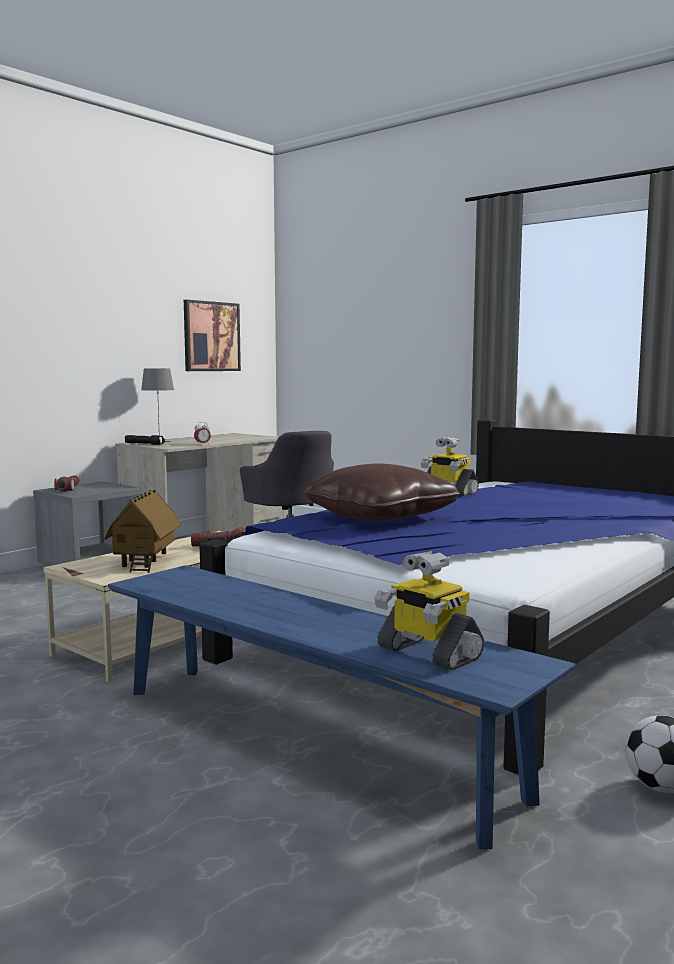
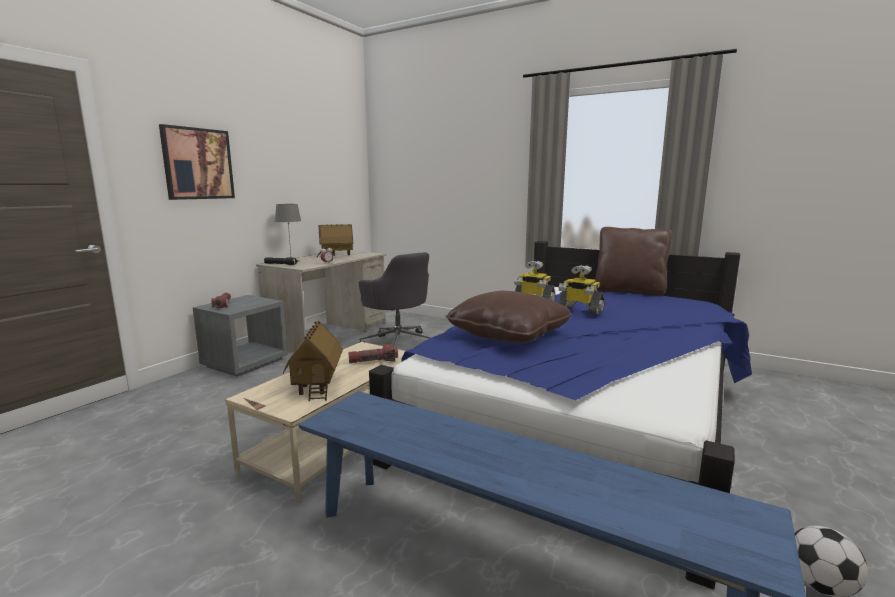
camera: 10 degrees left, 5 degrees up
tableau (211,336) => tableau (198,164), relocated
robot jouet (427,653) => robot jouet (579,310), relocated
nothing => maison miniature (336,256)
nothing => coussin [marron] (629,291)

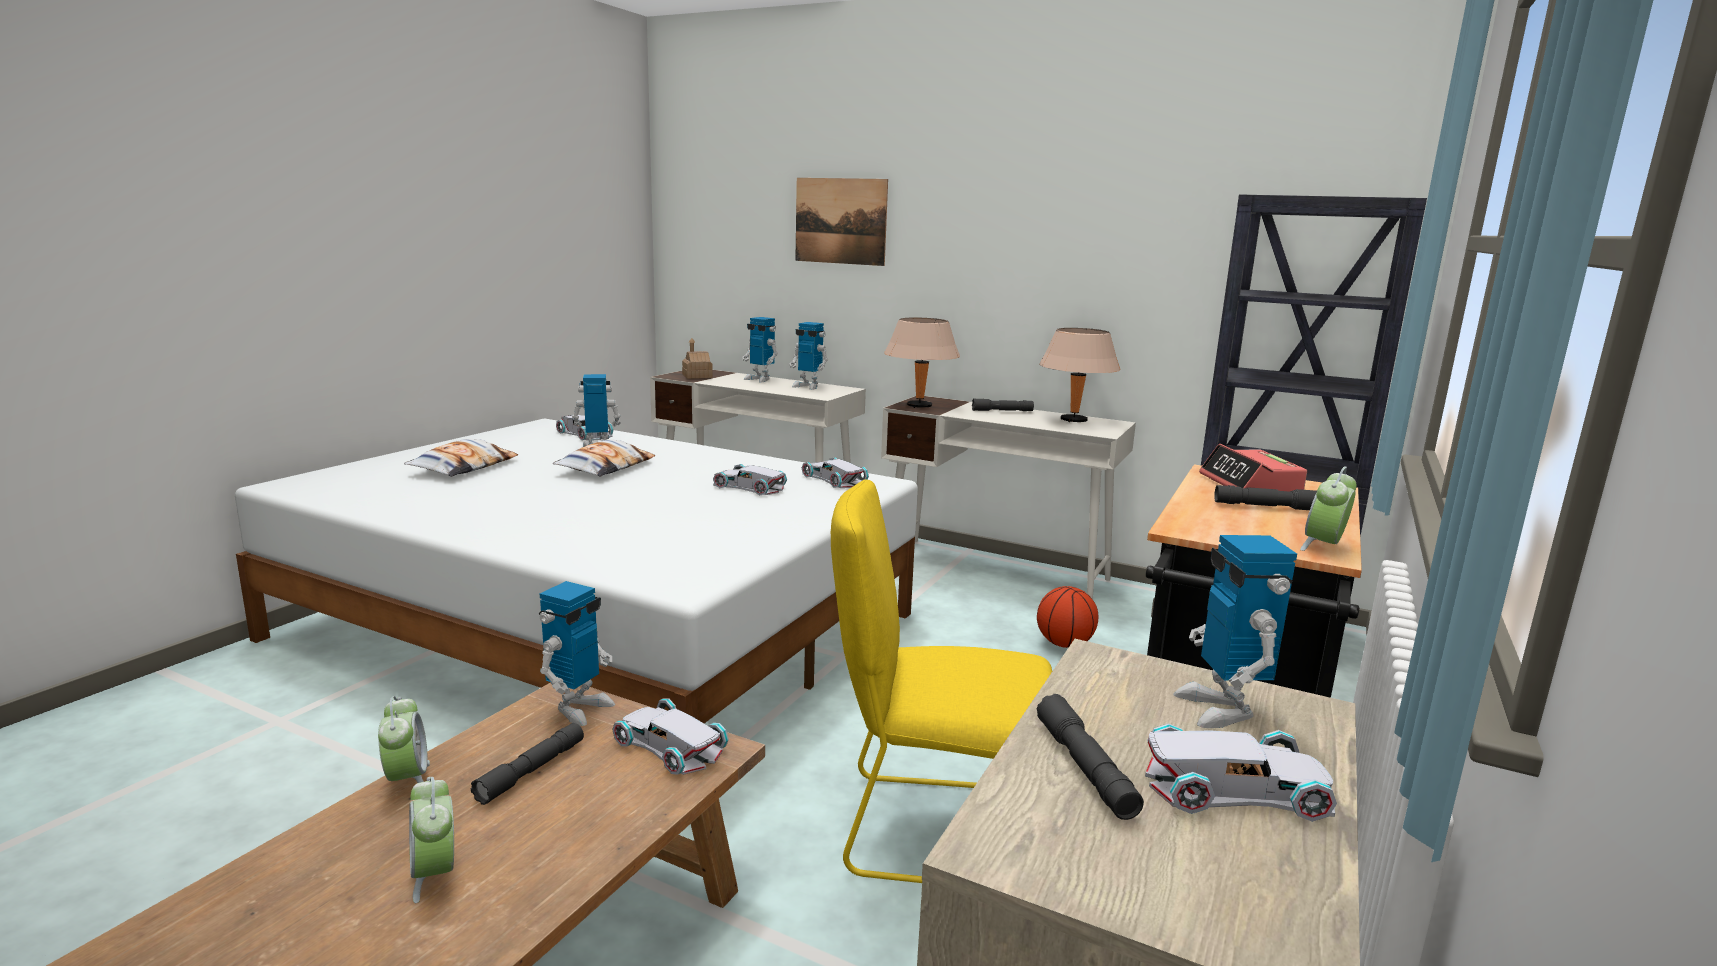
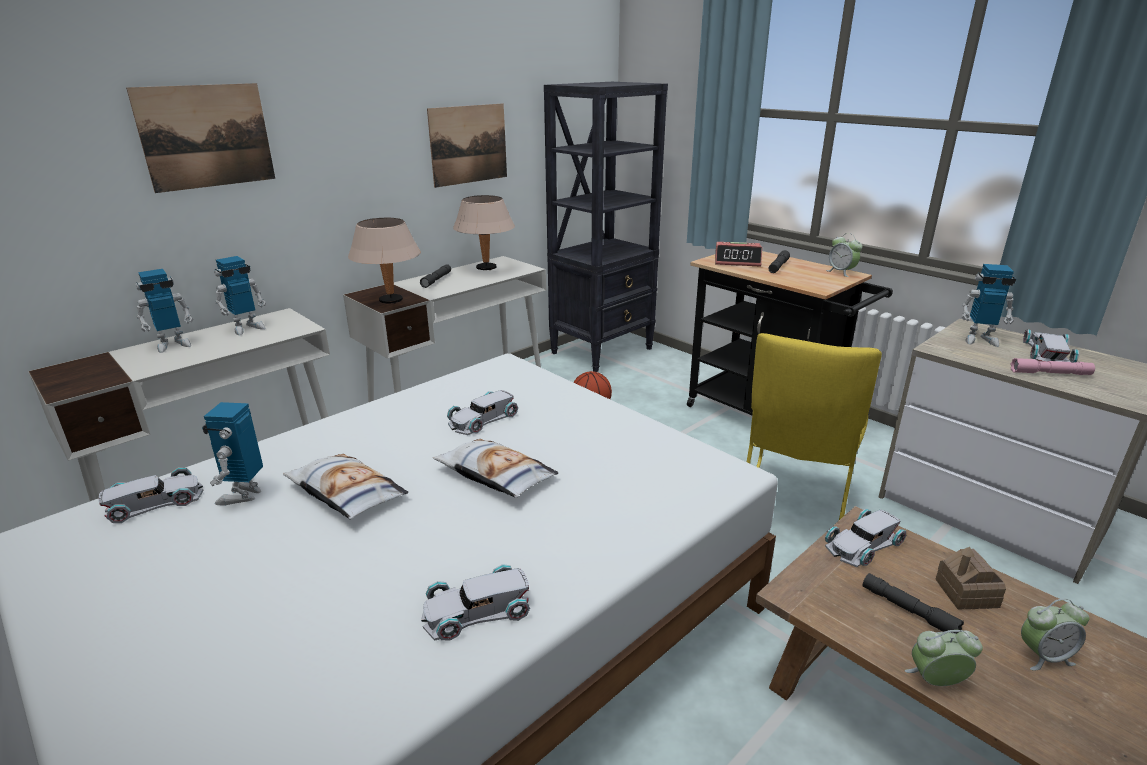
camera: 70 degrees left, 10 degrees up
maison miniature (697,376) => maison miniature (966,593), relocated
coussin (464,467) => coussin (495,475), relocated
petite voiture [blanc] (834,479) => petite voiture [blanc] (476,609), relocated
robot jouet (579,708) => nothing
lampe de poche [gris] (1085,768) => lampe de poche [rose] (1050,373)
nothing => tableau (468,144)

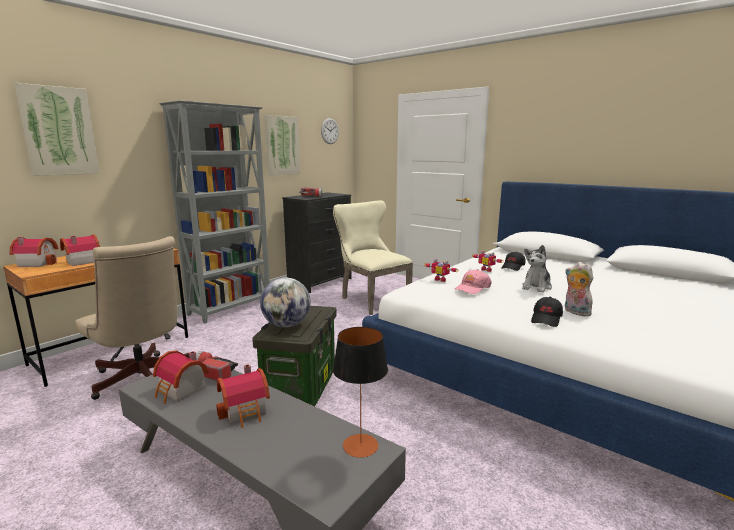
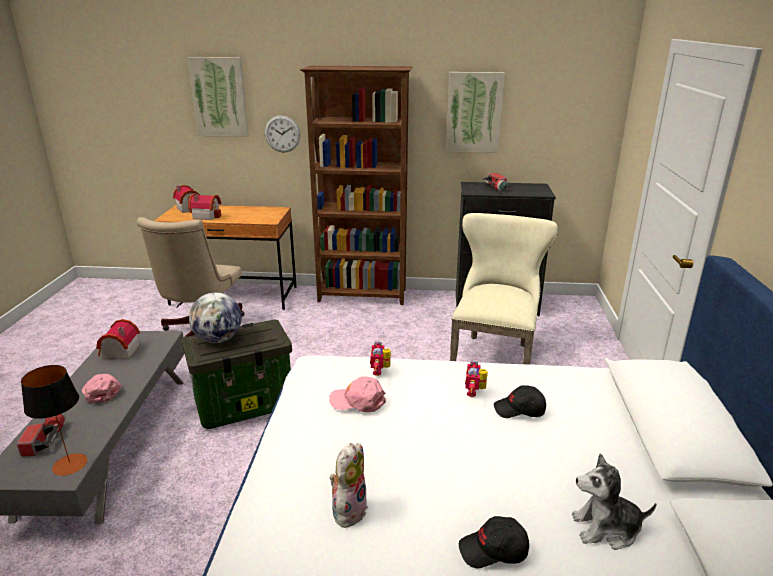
camera: 55 degrees right, 10 degrees up
bibliothèque [gris] (231,308) => bibliothèque [marron] (363,296)
horloge murale (329,131) => horloge murale (282,134), relocated
peluche (536,287) => peluche (606,529), relocated
casquette [noir] (546,319) => casquette [noir] (493,551), relocated
lampe de poche (213,372) => lampe de poche (45,439), relocated
maison miniature (246,411) => casquette [rose] (101,391)

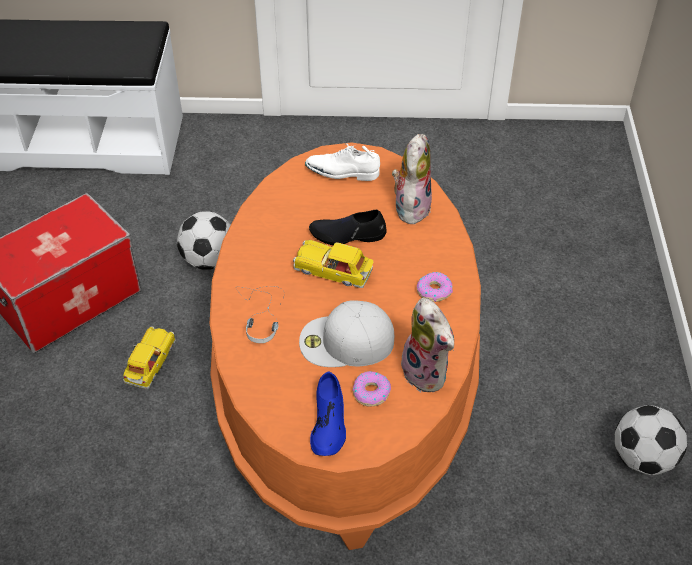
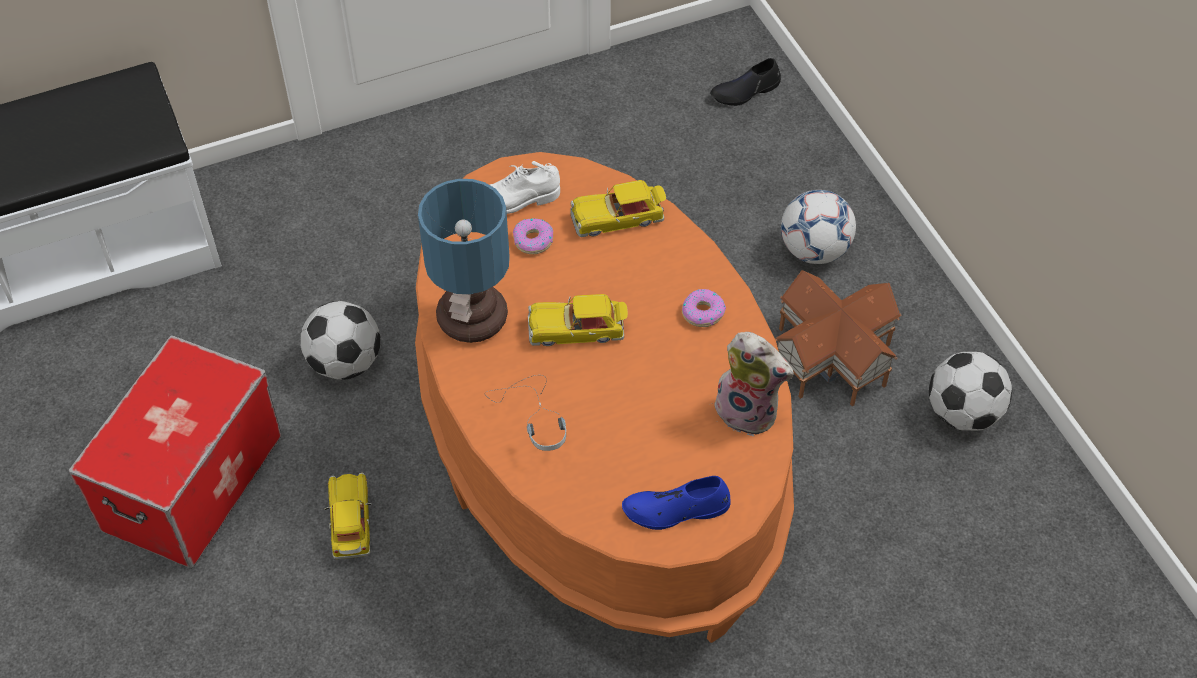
camera: 25 degrees left, 5 degrees up
peluche (410,207) => petite voiture (618,218)
chaussure [noir] (347,234) => chaussure [noir] (745,91), relocated
casquette [blanc] (345,342) => nothing
beignet (371,392) => beignet (533,240), relocated
chaussure [bleu] (328,422) => chaussure [bleu] (676,509), 105 degrees clockwise
nothing => lampe de table (472,316)
nothing => ballon de foot (814,251)
nothing => maison miniature (834,358)

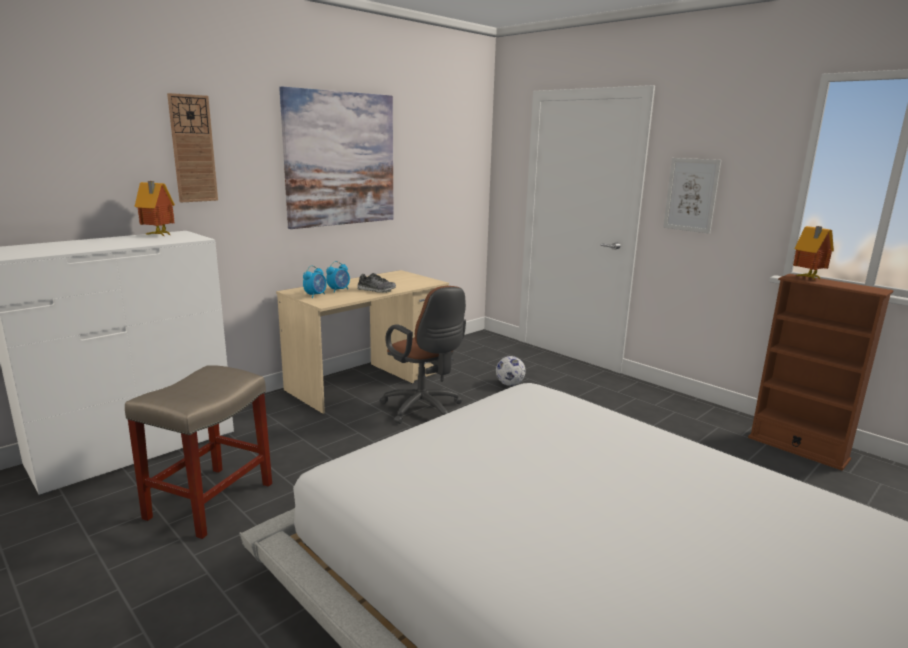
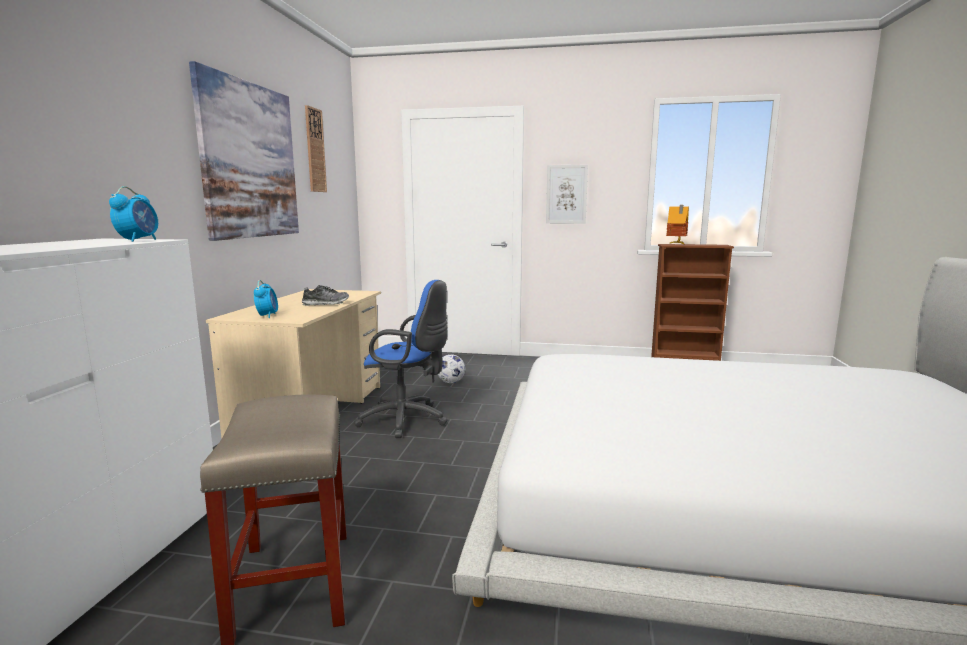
camera: 35 degrees left, 5 degrees down
horloge murale (193,149) => horloge murale (315,150), relocated
maison miniature (158,235) => nothing
réveil (339,290) => réveil (138,240), relocated
chaise de bureau [marron] (424,410) => chaise de bureau [bleu] (407,420)

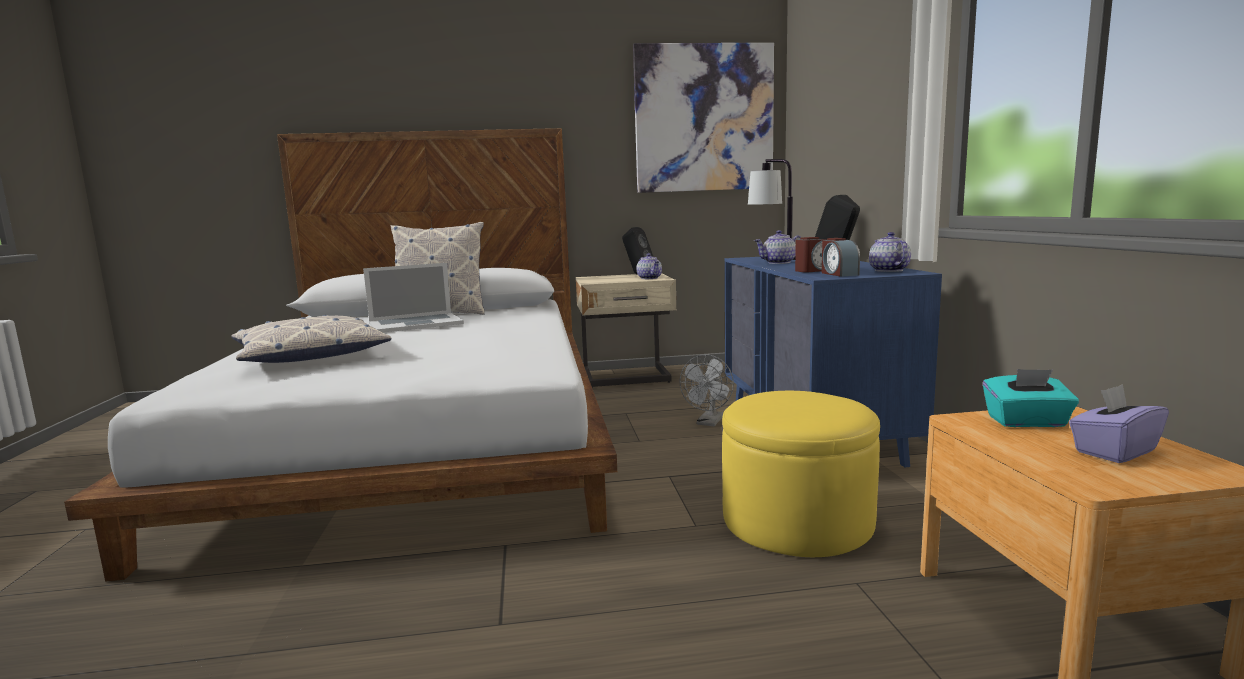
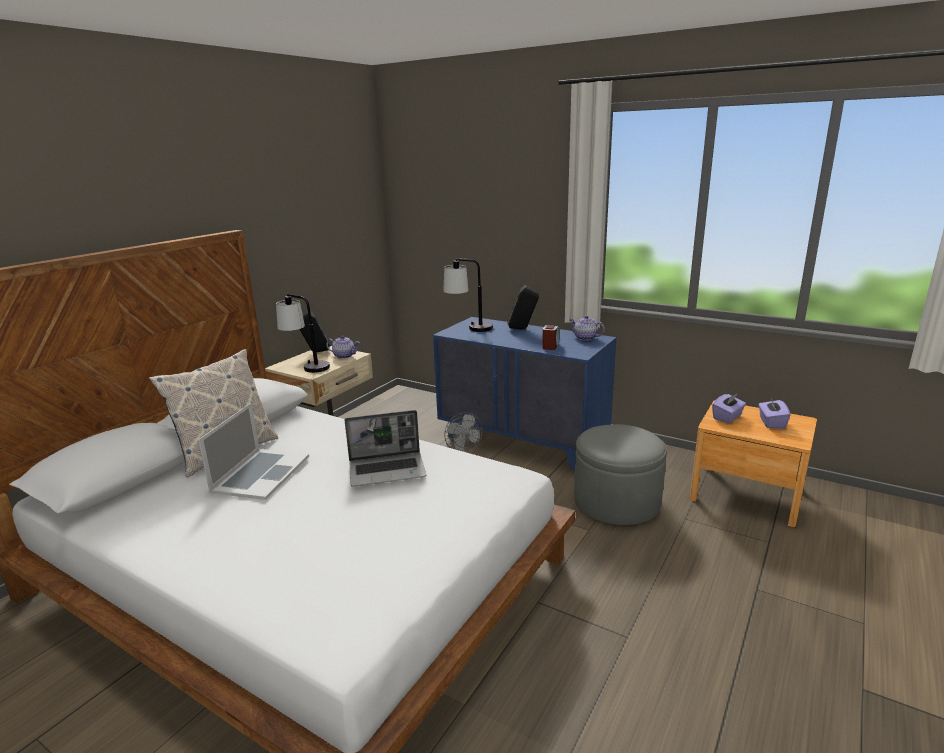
camera: 50 degrees left, 10 degrees up
tableau (704,118) => nothing
théière (779,262) => nothing
réveil (838,274) => nothing
coussin (310,355) => nothing
boîte à mouchoirs [turquoise] (1026,422) => boîte à mouchoirs [violet] (727,417)
pouf [jaune] (797,521) => pouf [gris] (617,501)
nothing => lampe de table (306,367)
nothing => ordinateur portable (388,470)

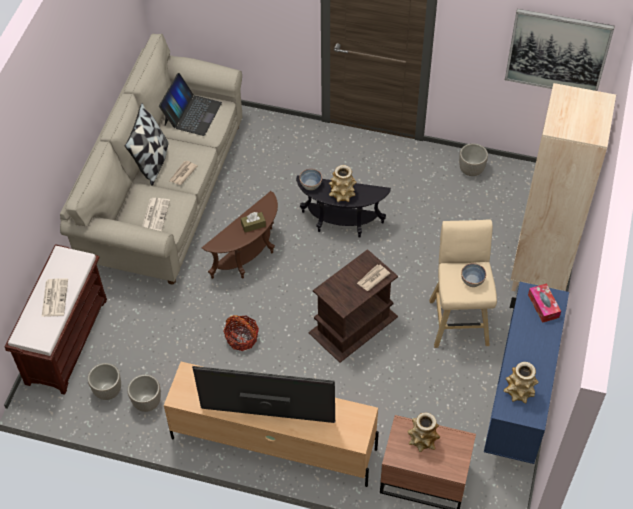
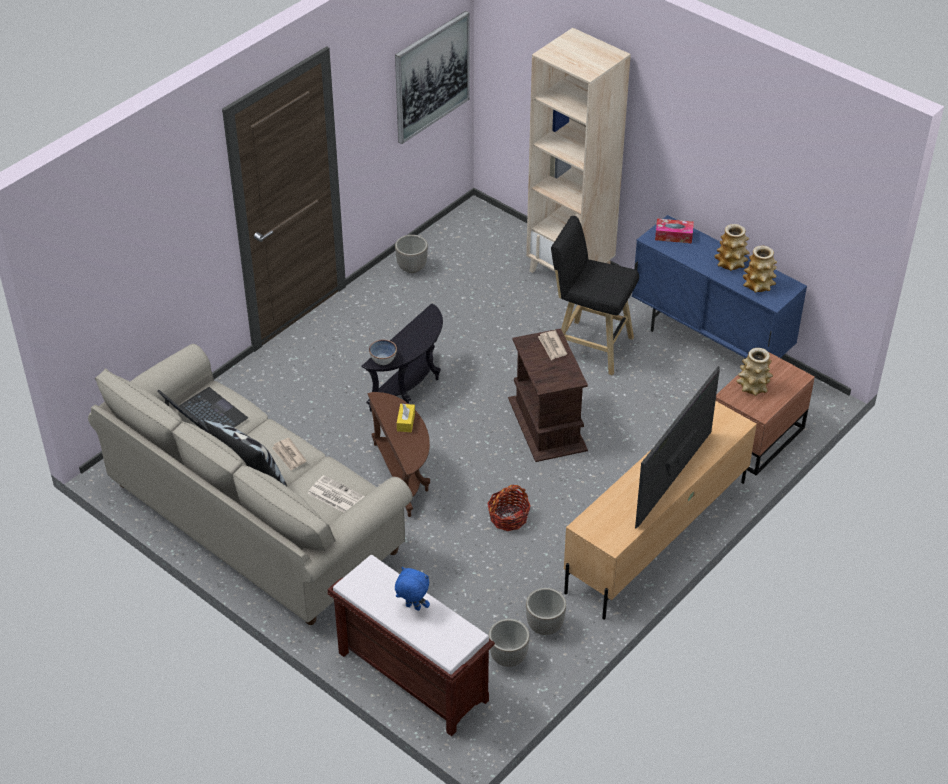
camera: 65 degrees left, 10 degrees down
vase (342,194) => vase (731,263), relocated
boîte à mouchoirs [marron] (253,225) => boîte à mouchoirs [jaune] (406,422)
tabouret [beige] (458,319) => tabouret [noir] (589,346)
bol (472,281) => nothing
journal (54,297) => peluche [bleu] (412,607)

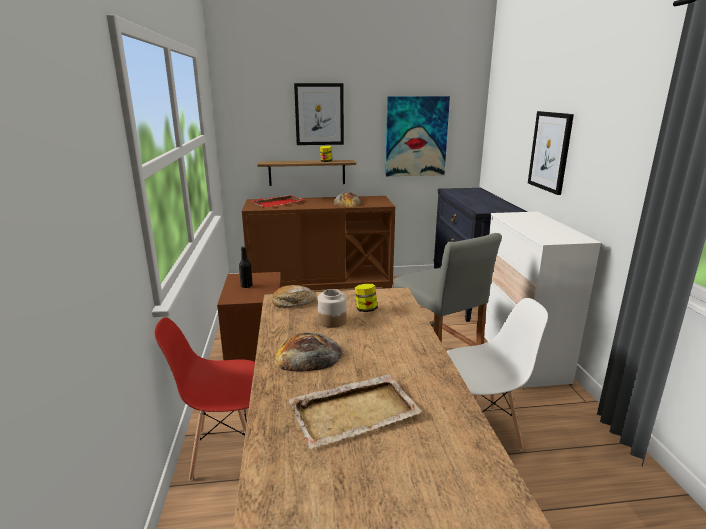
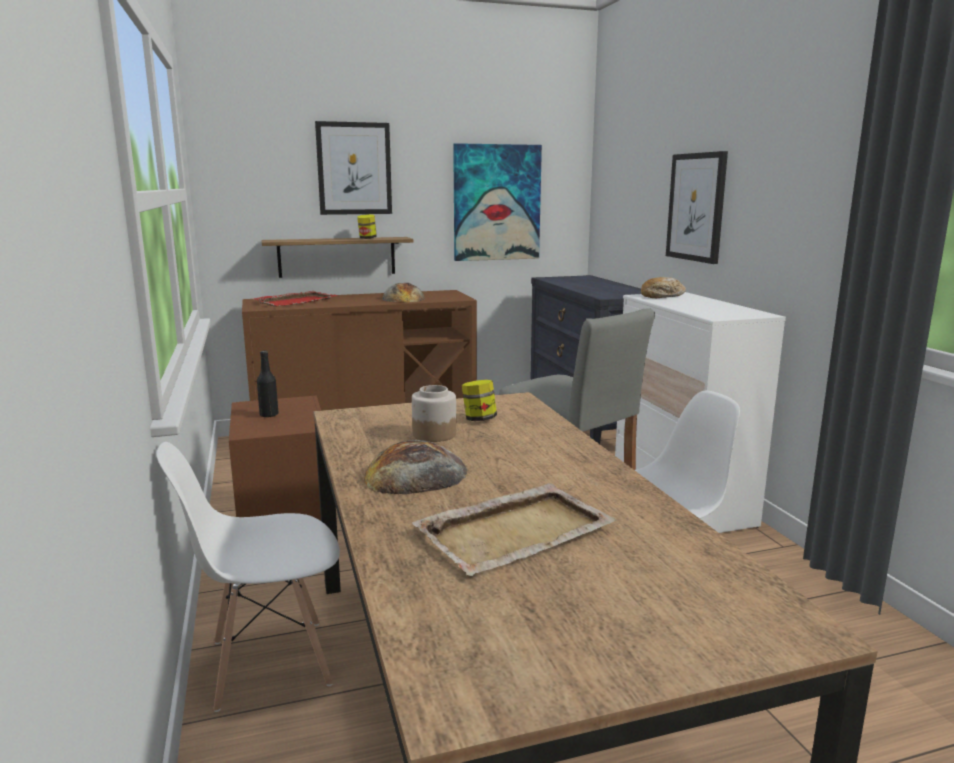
camera: 10 degrees left, 5 degrees down
pain (293,302) => pain (662,296), relocated
chaise [rouge] (227,450) => chaise [blanc] (269,663)

